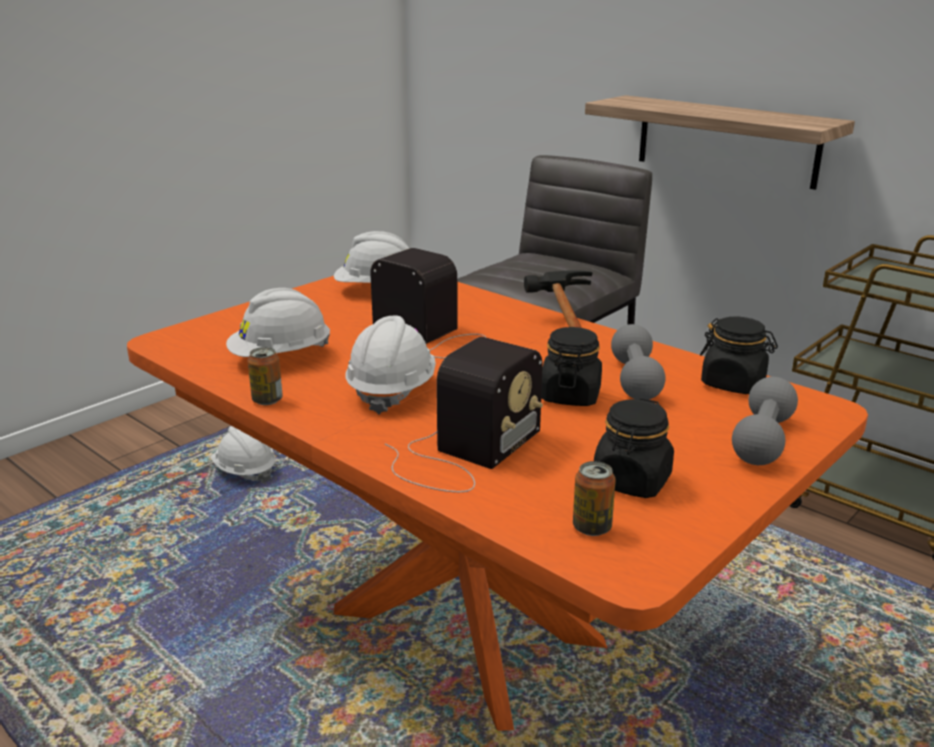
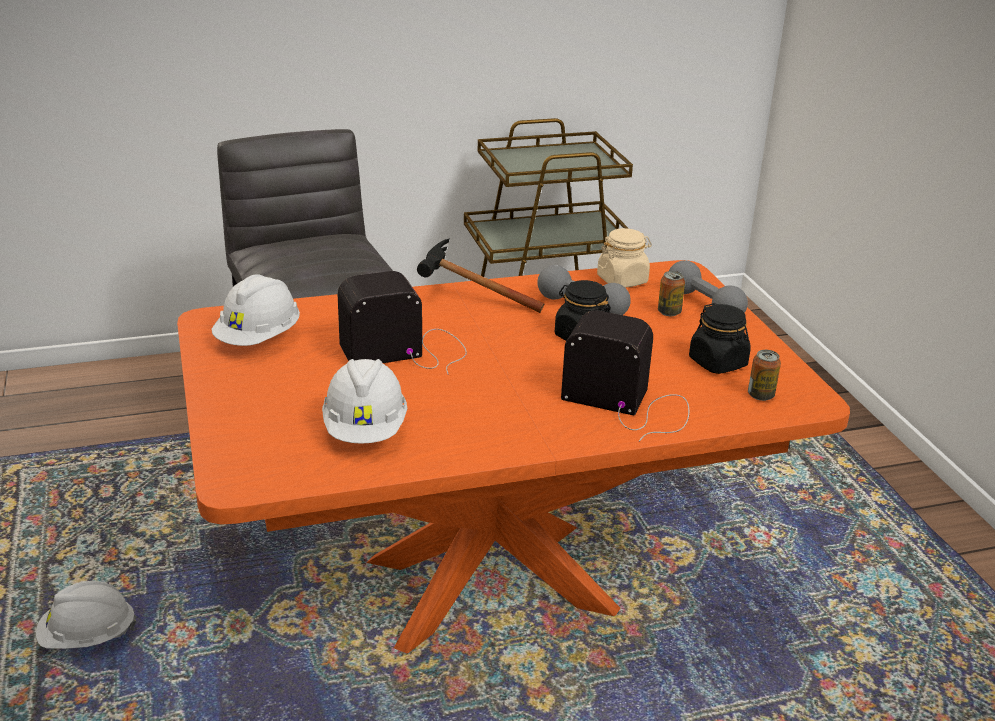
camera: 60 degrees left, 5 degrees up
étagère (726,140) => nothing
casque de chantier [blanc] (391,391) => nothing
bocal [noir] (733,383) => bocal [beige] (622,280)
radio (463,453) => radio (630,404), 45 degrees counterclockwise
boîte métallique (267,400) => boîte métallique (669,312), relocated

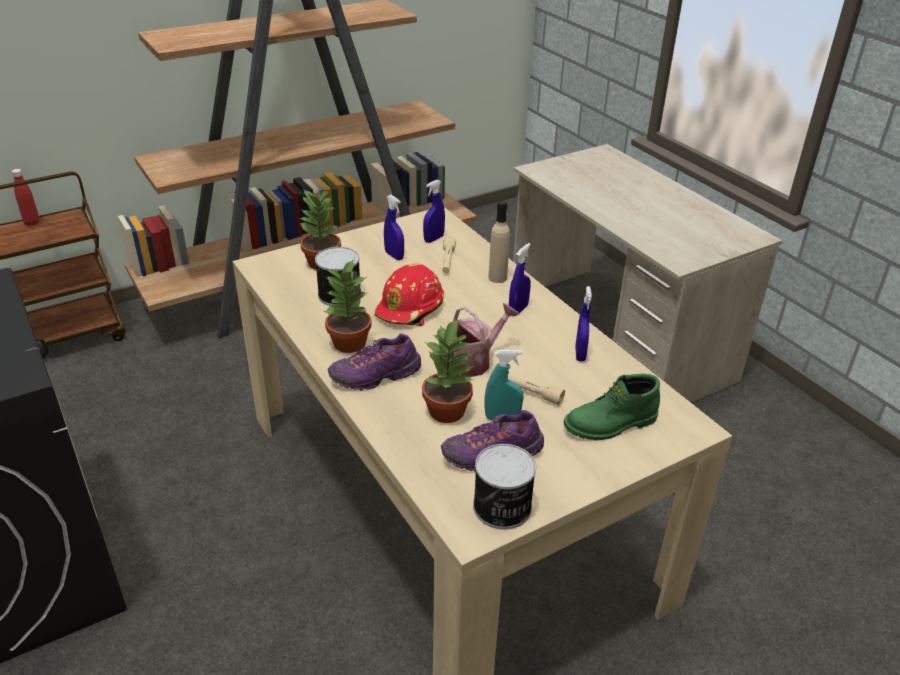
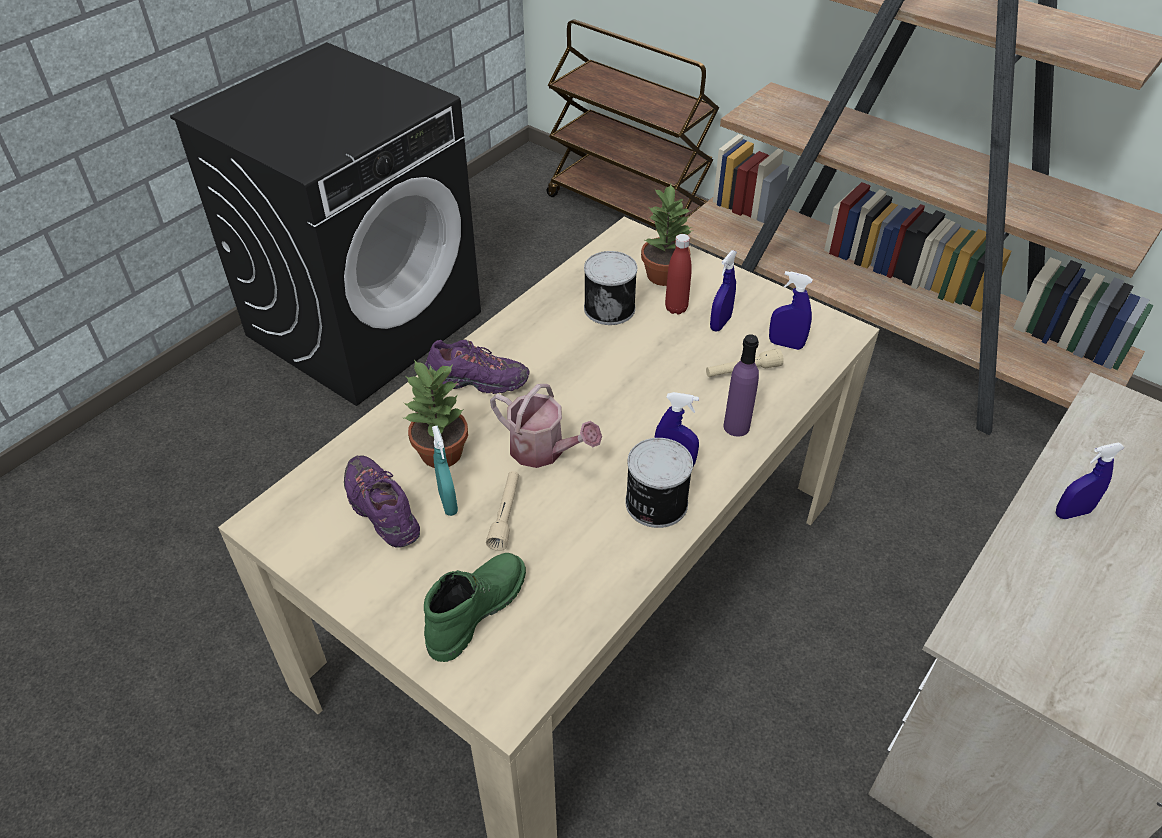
camera: 70 degrees right, 10 degrees up
bouteille [rouge] (32,222) => bouteille [rouge] (676,308), relocated
bouteille [beige] (497,278) => bouteille [violet] (736,427)
plante en pot (348,343) => nothing
casque de chantier [rouge] (411,309) => nothing
vaporisateur [bleu] (580,354) => vaporisateur [bleu] (1072,513), relocated
chaussure [violet] (376,376) => chaussure [violet] (476,382), 135 degrees clockwise
botte [vert] (611,425) => botte [vert] (475,609), 75 degrees clockwise
boîte métallique (502,508) => boîte métallique (654,503), relocated

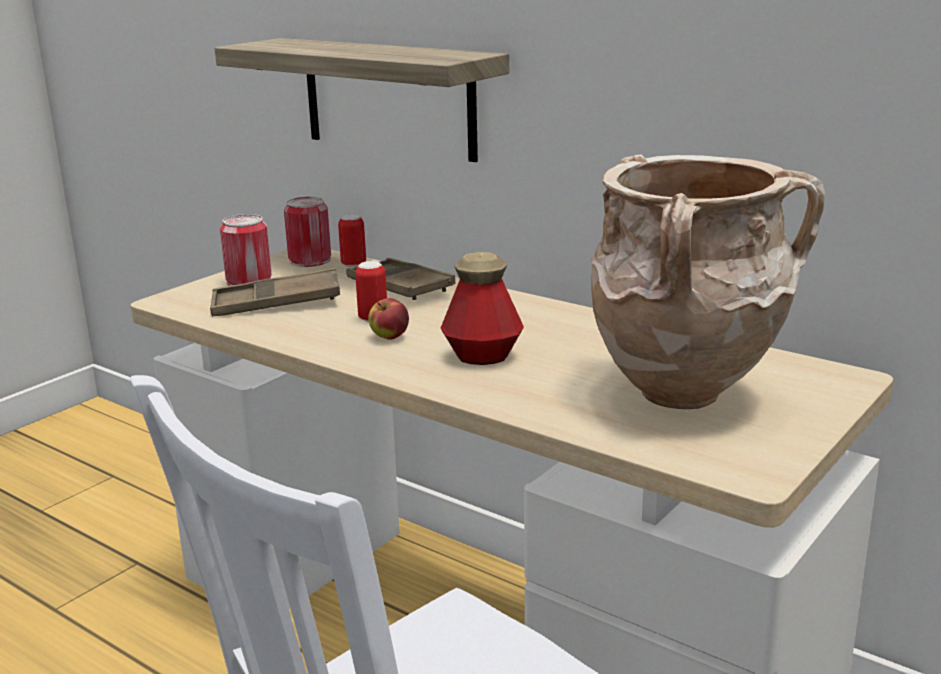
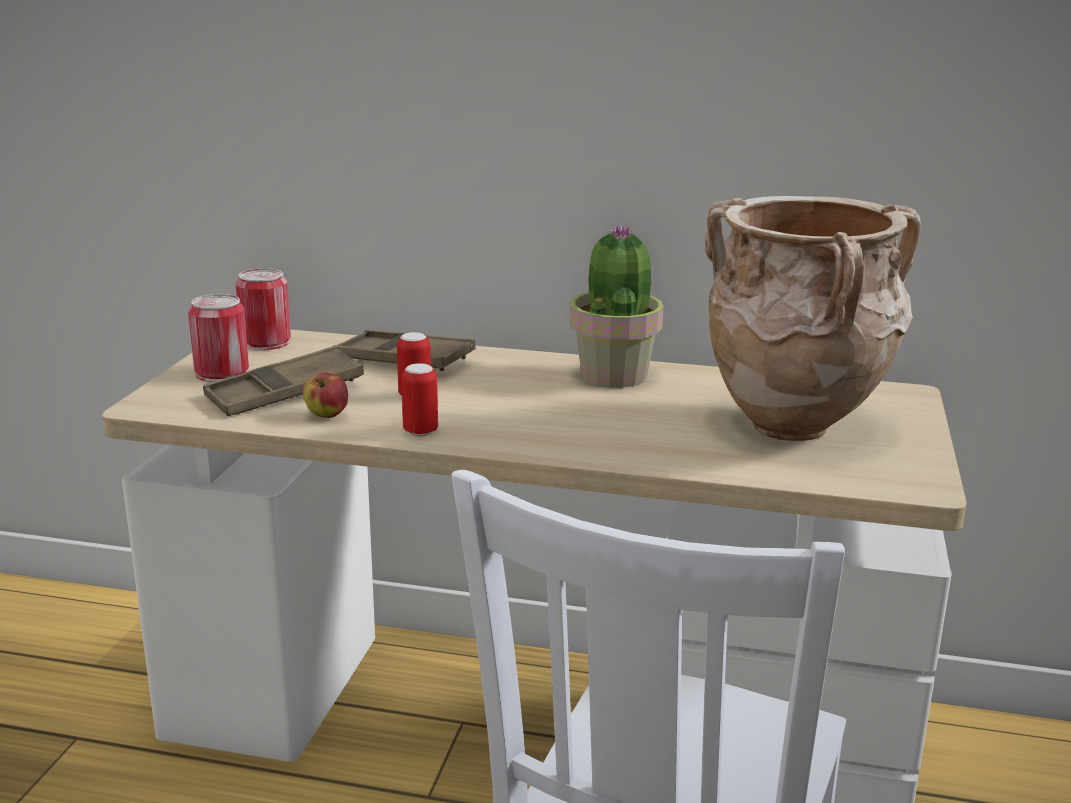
camera: 25 degrees left, 0 degrees up
étagère (388,98) => nothing
boîte métallique (353,264) => boîte métallique (420,431), relocated
bouteille (482,356) => nothing
pomme (389,337) => pomme (326,416), relocated
nothing => plante en pot (614,375)

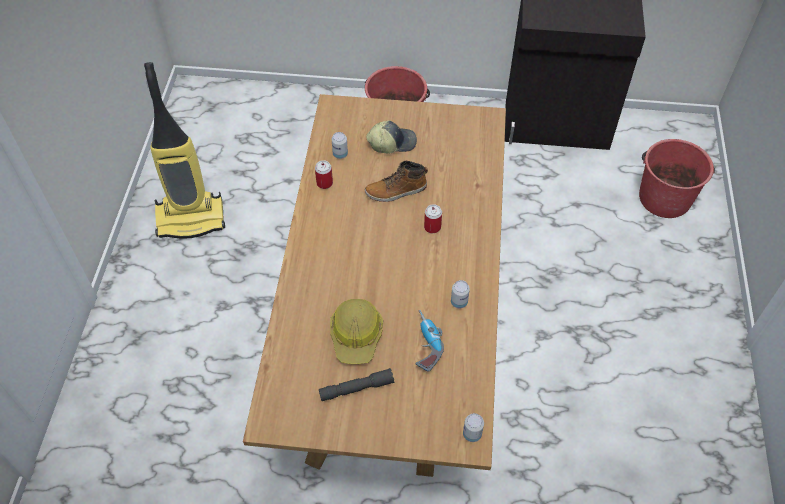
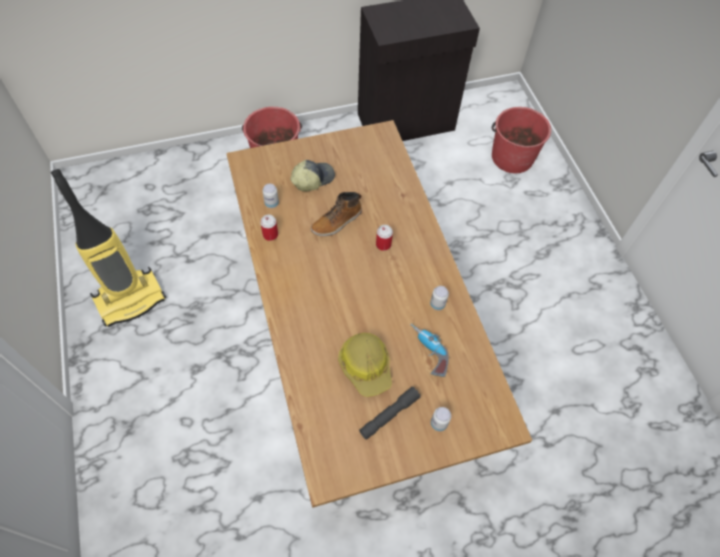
camera: 25 degrees left, 5 degrees up
boîte métallique (472,434) => boîte métallique (438,423), relocated

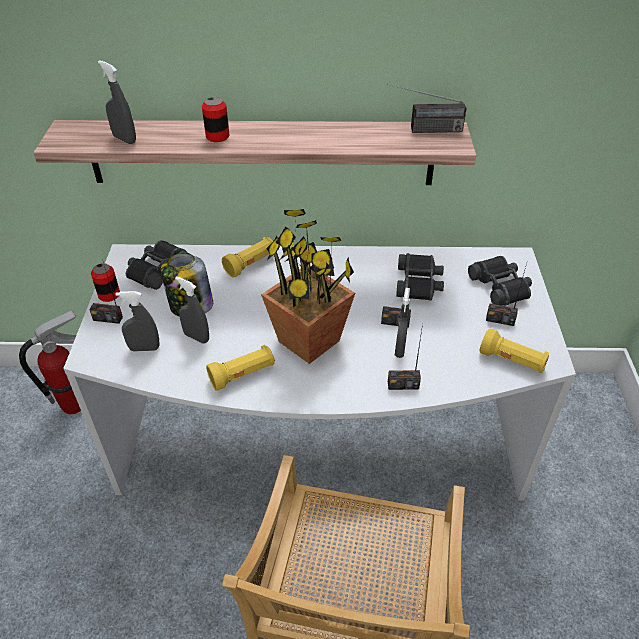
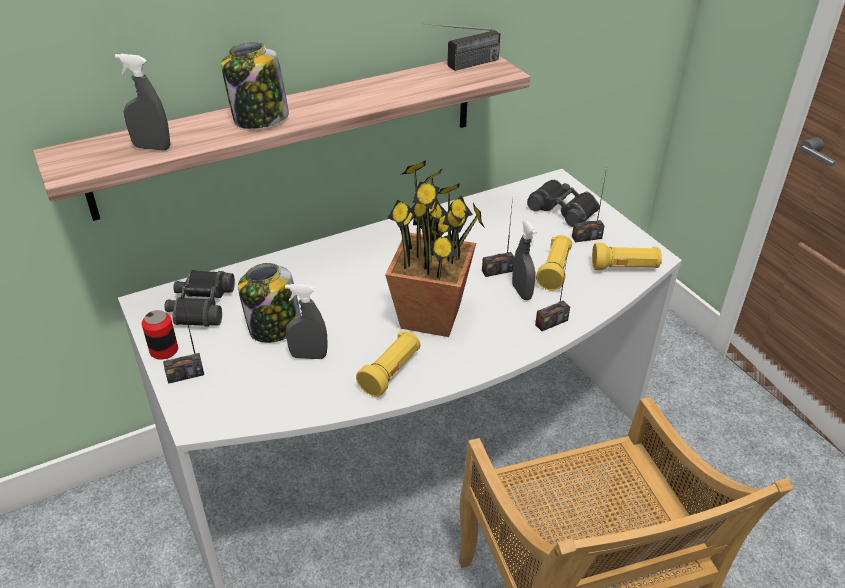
camera: 30 degrees left, 5 degrees down
boîte métallique (217,136) => bocal (259,119)
lampe de poche [jaune] (251,264) => lampe de poche [jaune] (554,271), relocated
jumelles [noir] (419,283) => nothing
vaporisateur [gris] (144,348) => nothing
extincteur (75,405) => nothing

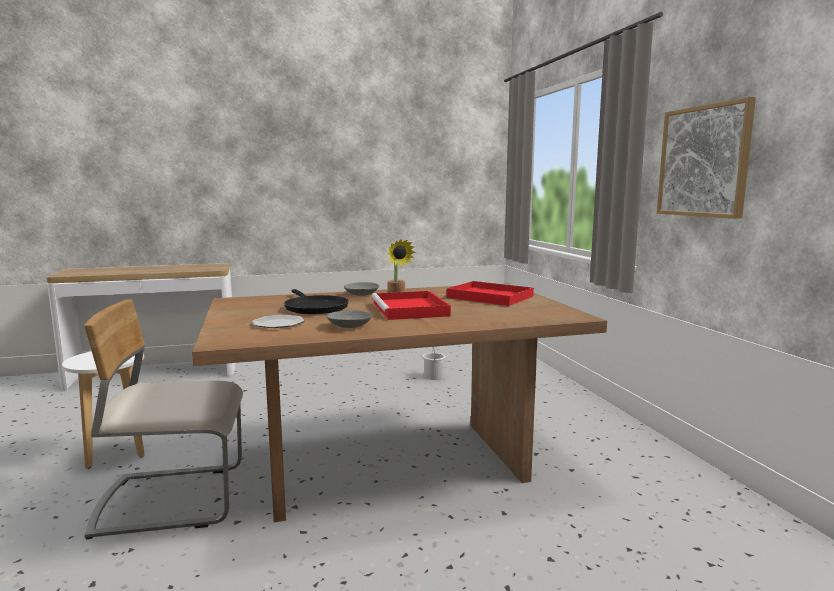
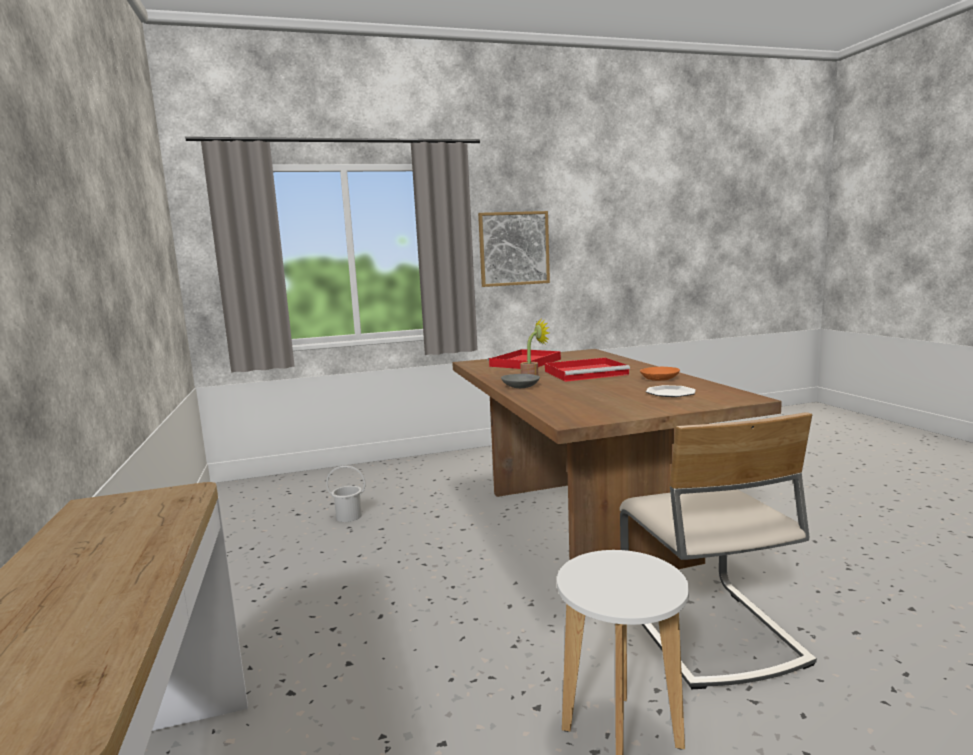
camera: 90 degrees left, 0 degrees up
poêle [noir] (314,308) => nothing
bol [gris] (349,326) => bol [orange] (659,379)

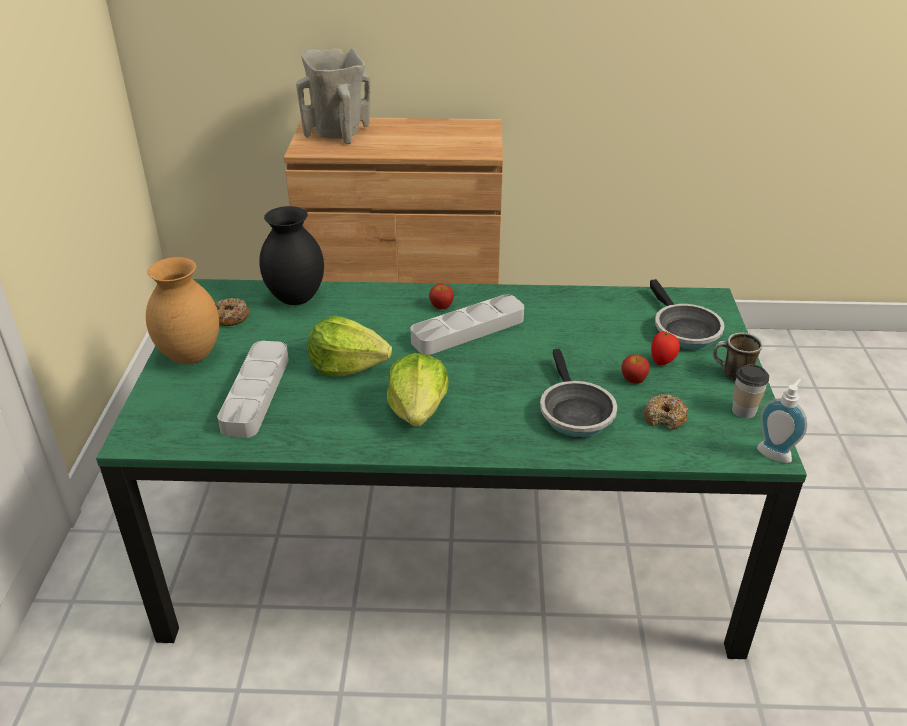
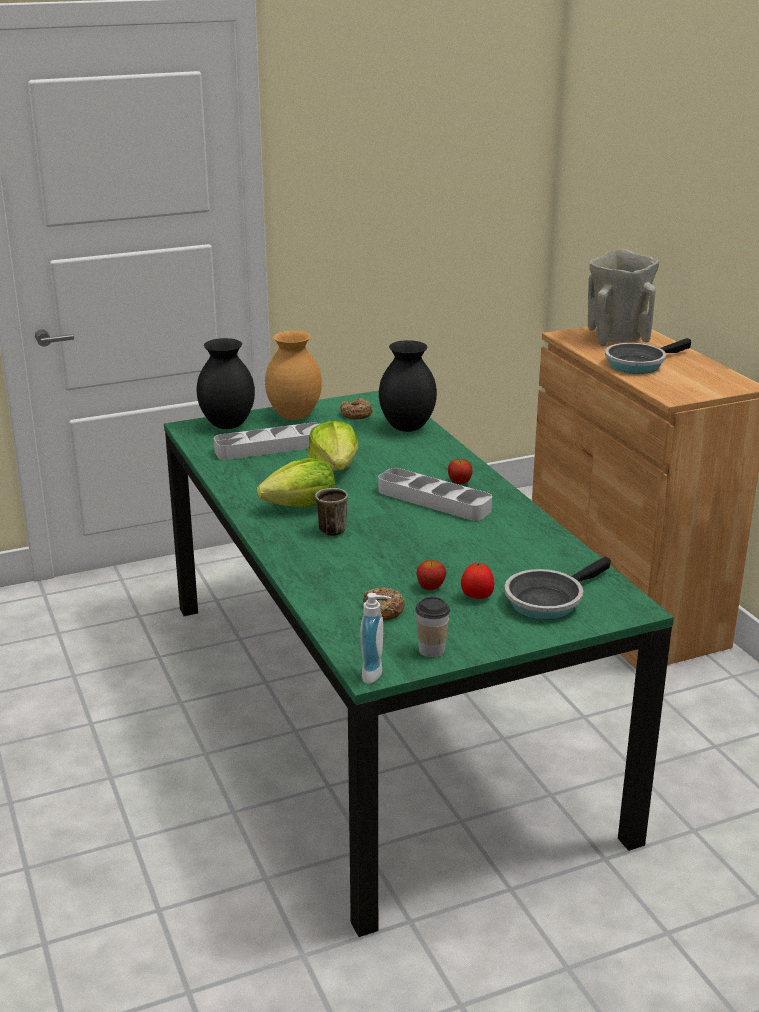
camera: 65 degrees right, 10 degrees down
mug (731,375) => mug (331,528), relocated
poêle (574,412) => poêle (638,364), relocated
nothing => vase [noir] (228,425)

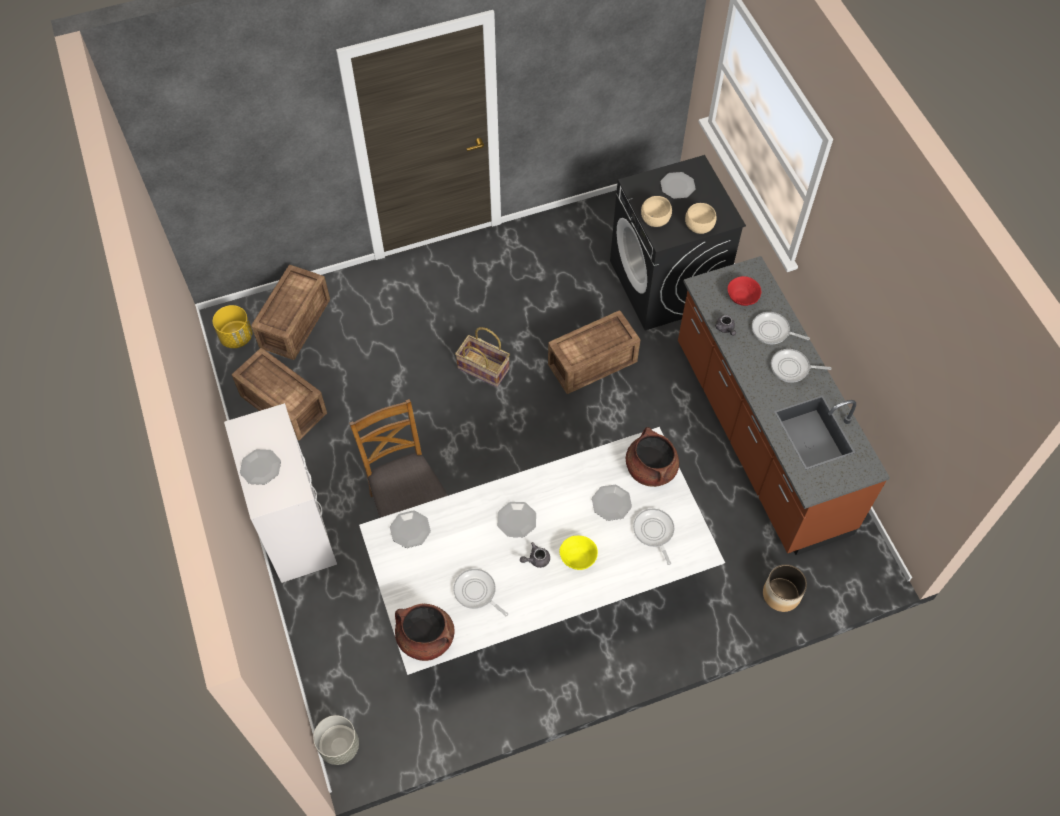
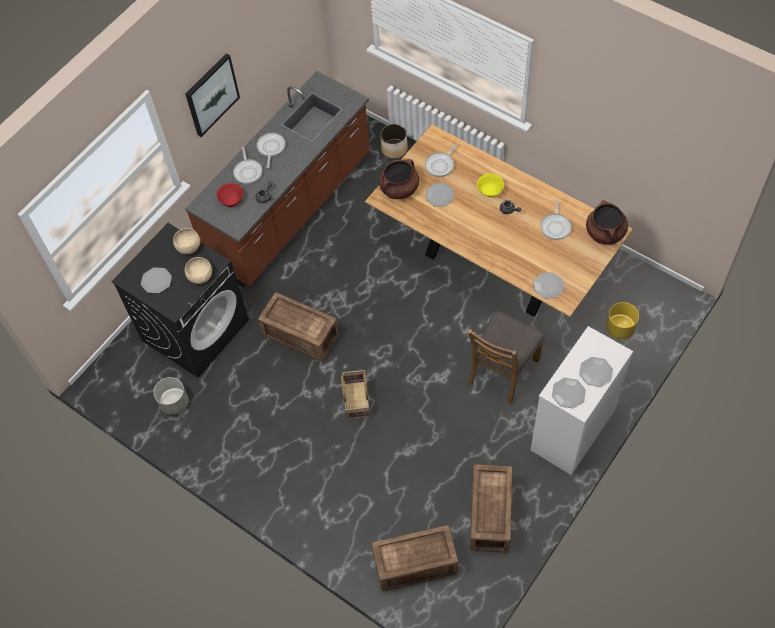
camera: 120 degrees left, 0 degrees up
cache-pot [jaune] (236,337) => cache-pot [jaune] (619,329), relocated
poêle (792,368) => poêle (271,148), 150 degrees counterclockwise
table à manger [blanc] (539,590) => table à manger [marron] (493,264)
assiette (516,520) => assiette (568,393), relocated
cache-pot [gris] (339,745) => cache-pot [gris] (174,403), relocated
nothing => tableau (211,94)

